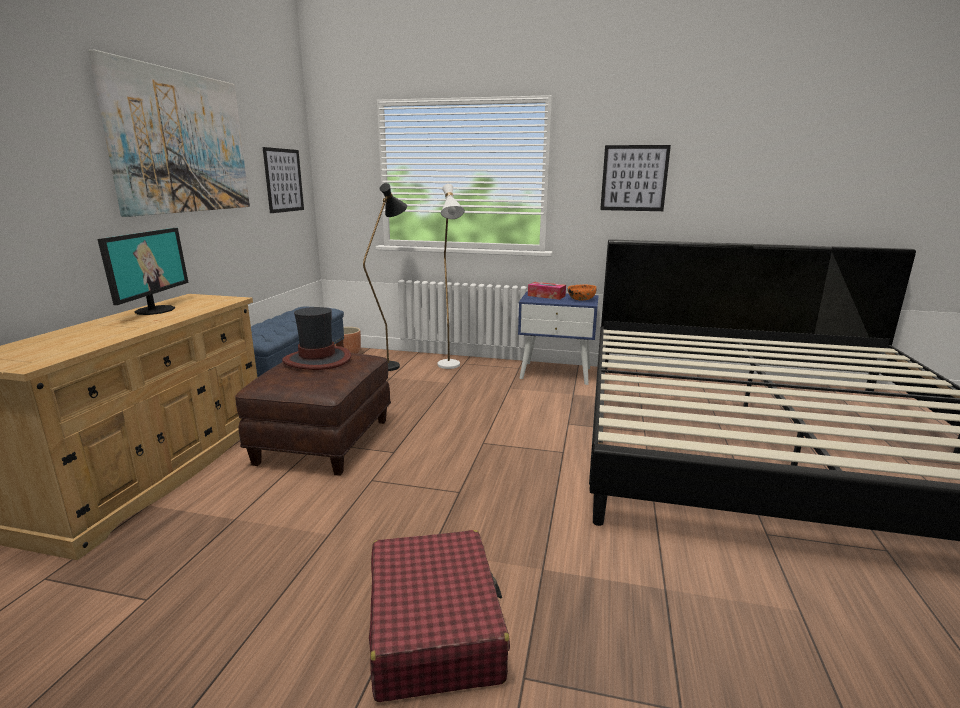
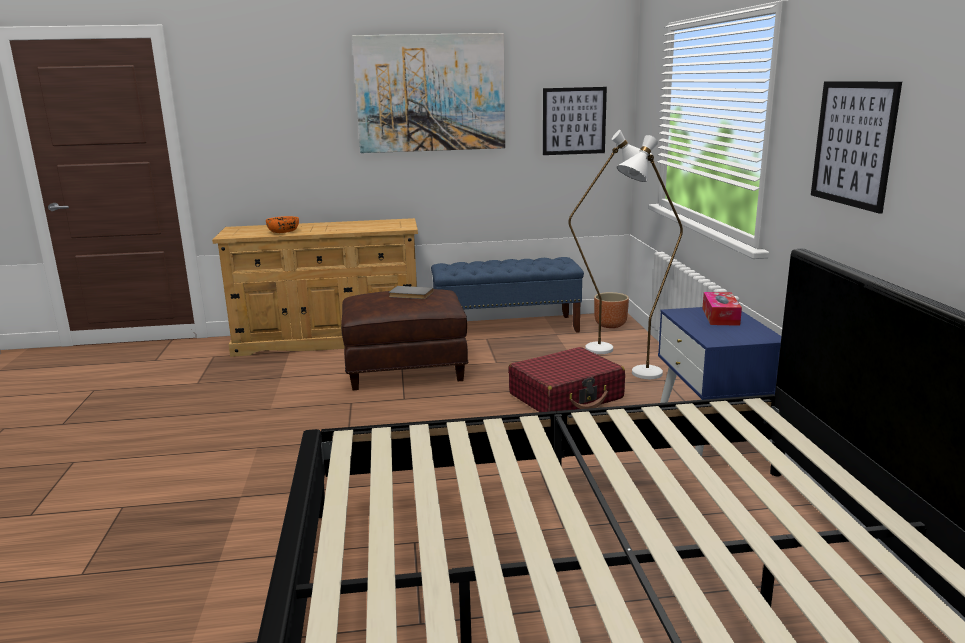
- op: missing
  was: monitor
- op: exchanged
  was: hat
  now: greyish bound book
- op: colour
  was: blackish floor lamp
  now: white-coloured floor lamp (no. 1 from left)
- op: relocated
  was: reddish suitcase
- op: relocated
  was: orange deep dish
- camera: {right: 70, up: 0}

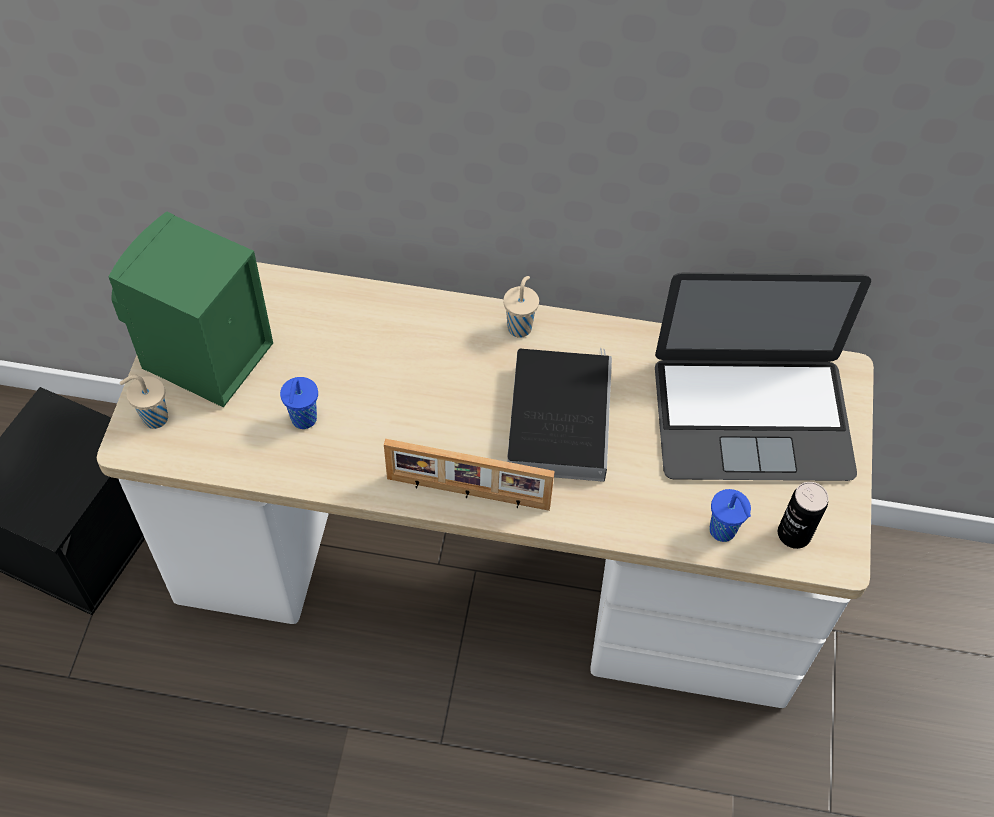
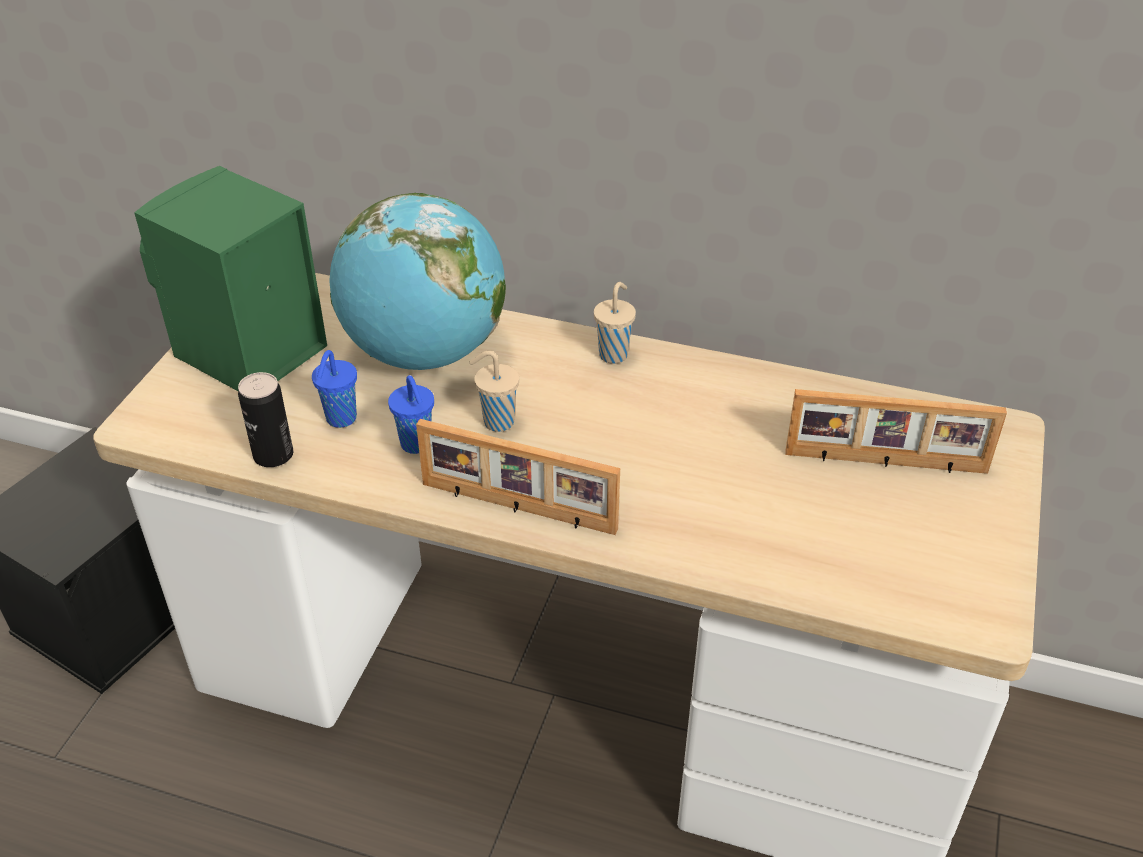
- op: relocated
  was: beige-coloured small cup (no. 1 from left)
- op: missing
  was: bound book
- op: exchanged
  was: notebook computer
  now: photo frame (no. 2 from left)
- op: relocated
  was: blue small cup (no. 2 from left)
- op: relocated
  was: can
- op: appeared
  now: world globe
- camera: {right: 10, up: -15}

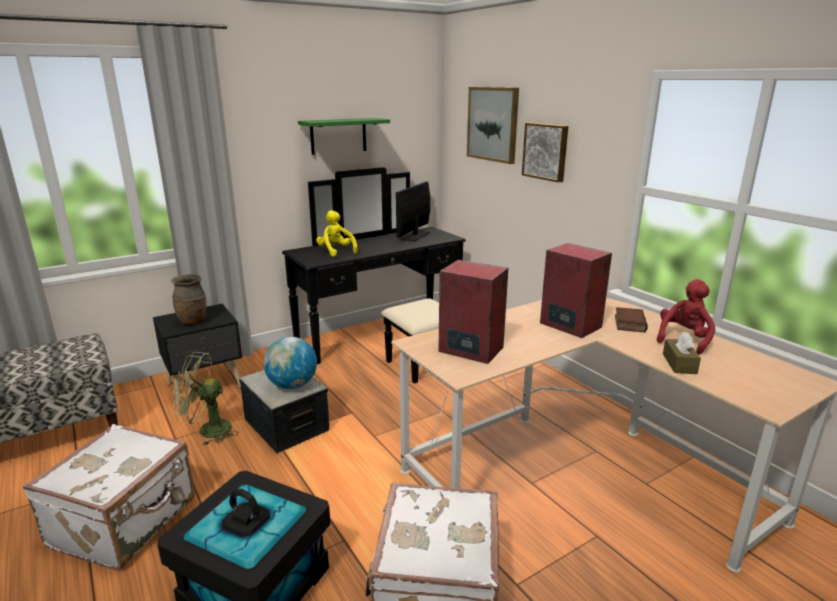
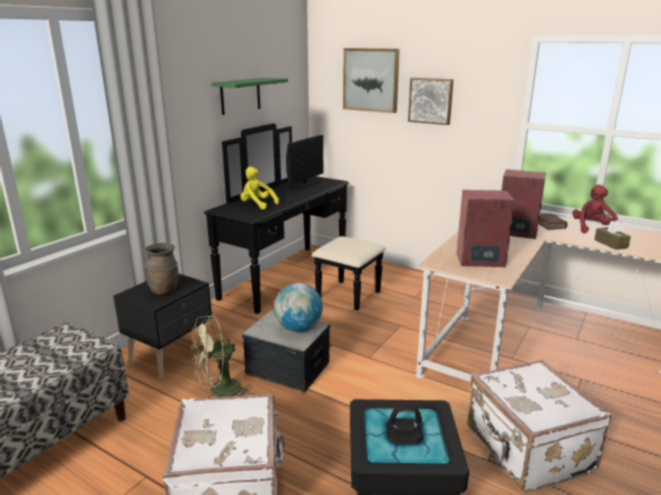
- op: spun
  was: monitor
  clockwise: -150
- camera: {right: -25, up: 0}

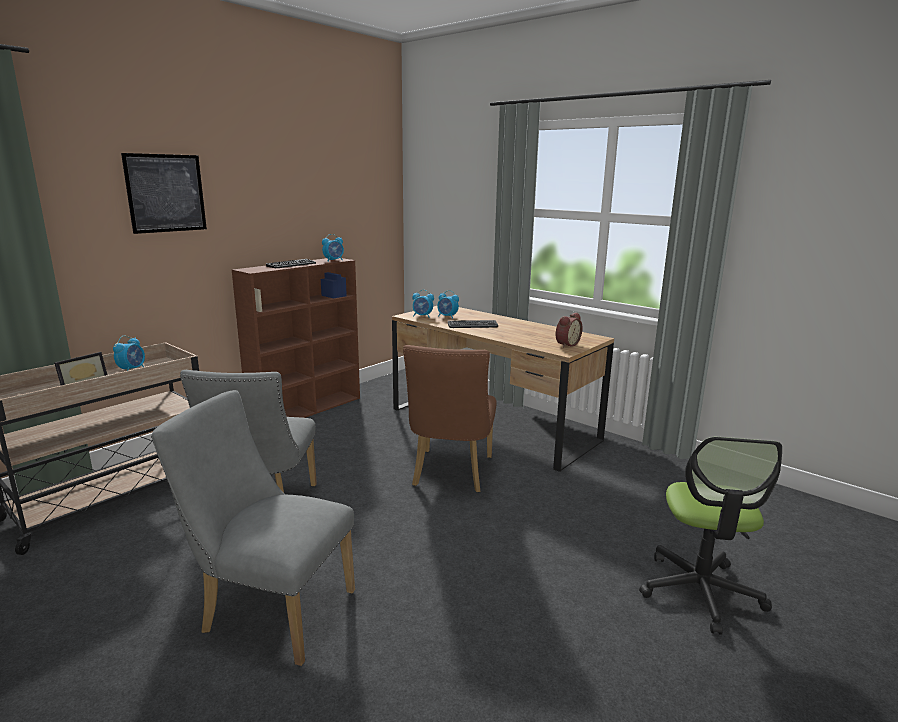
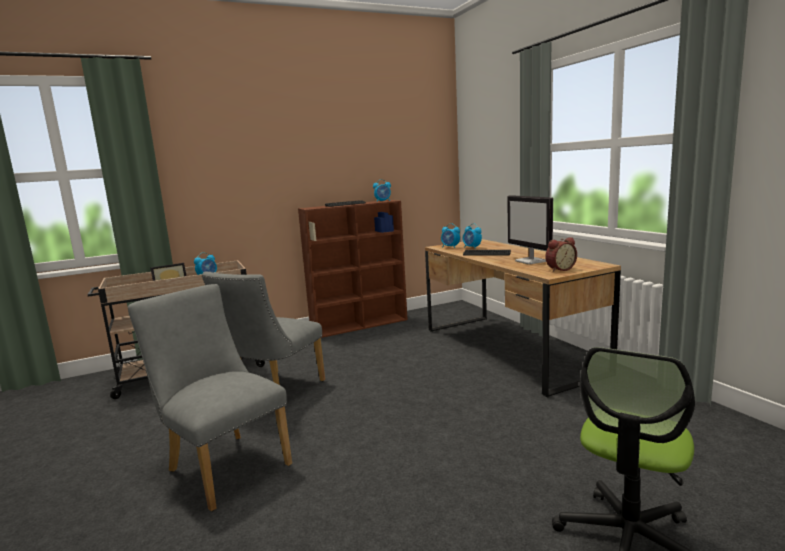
- op: missing
  was: picture
- op: missing
  was: brown-coloured plain chair
- op: appeared
  now: monitor
- camera: {right: 25, up: -5}

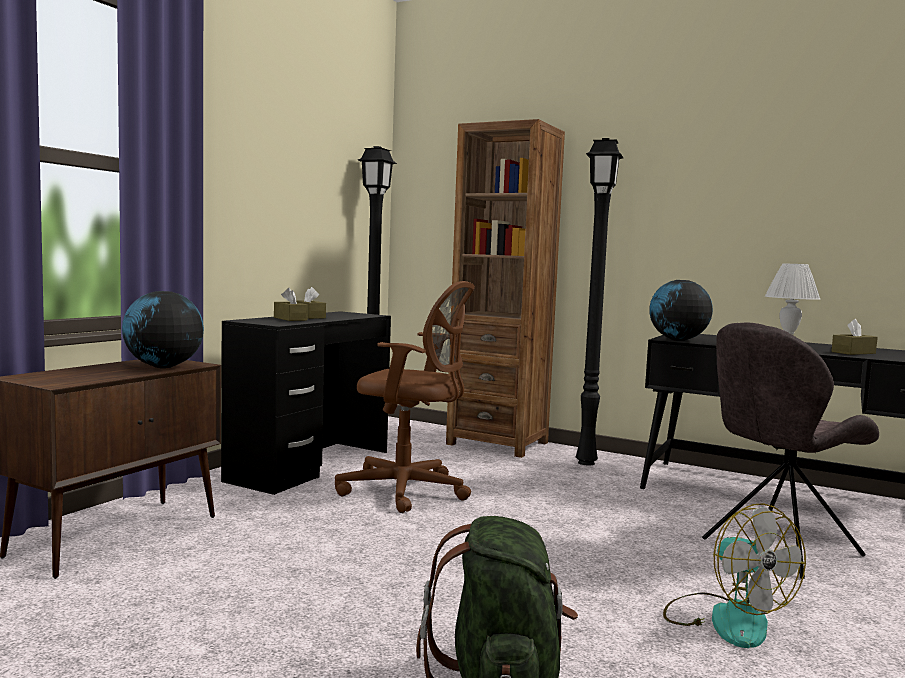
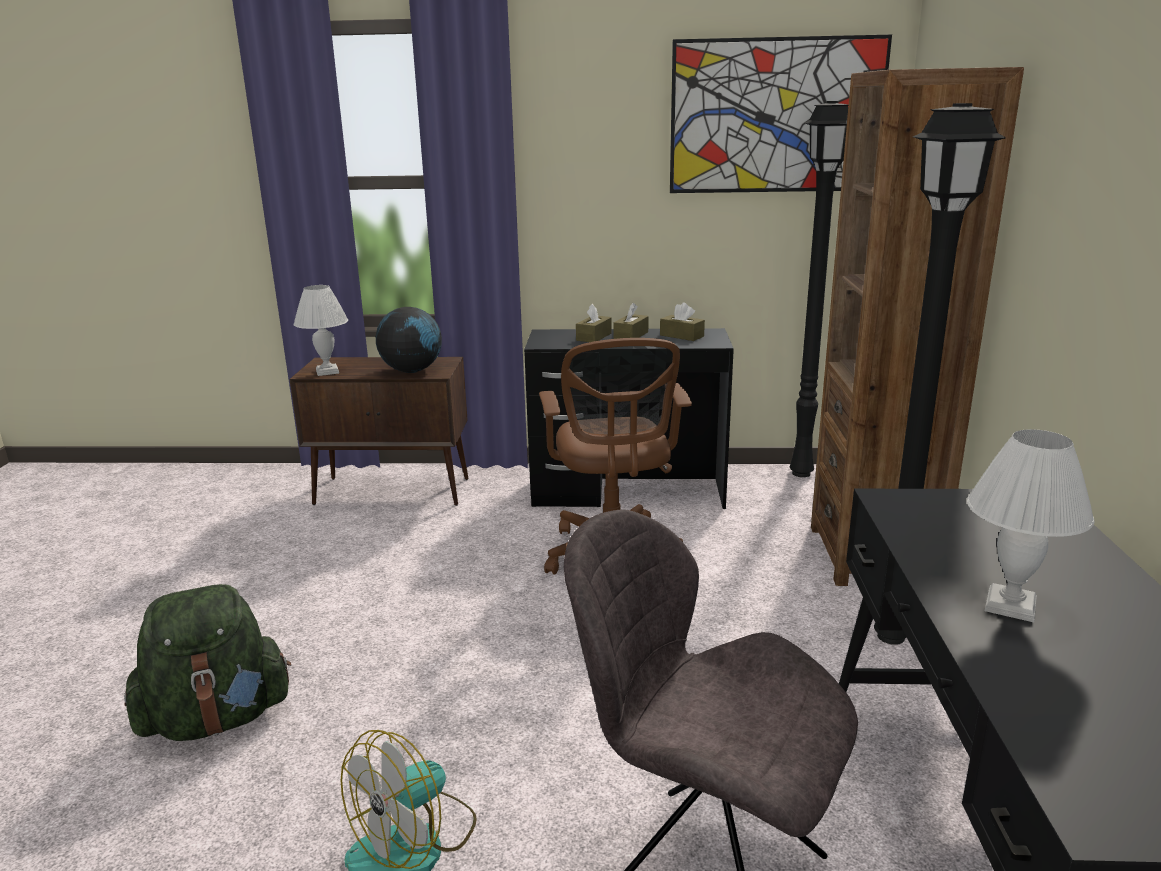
- op: missing
  was: world globe (no. 2 from left)
- op: relocated
  was: brown-coloured tissue box (no. 3 from left)
- op: appeared
  now: white-coloured tabletop lamp (no. 1 from left)
- op: appeared
  now: picture
- camera: {right: 65, up: 15}

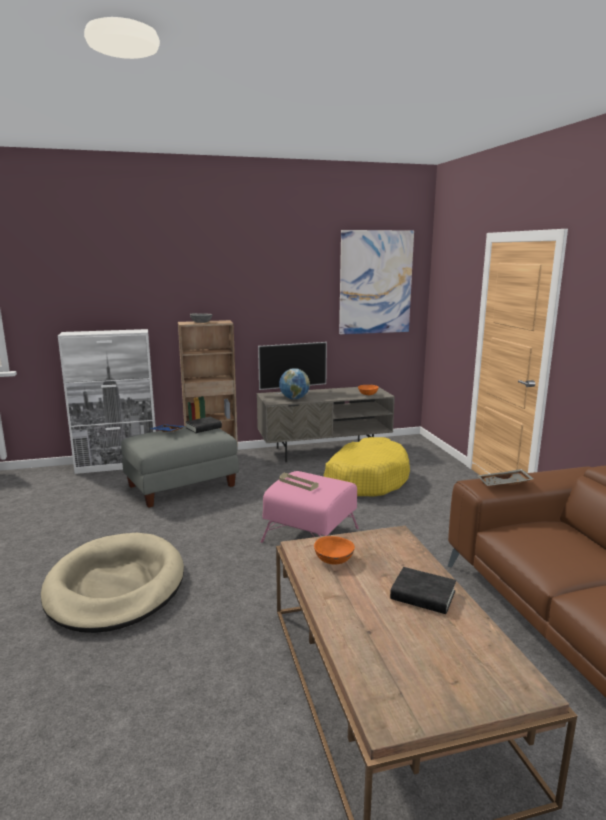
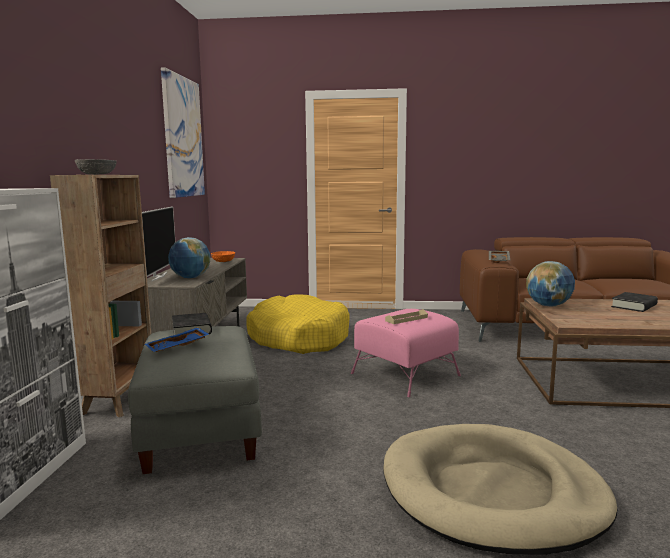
- op: missing
  was: orange deep dish (no. 1 from left)
- op: appeared
  now: world globe (no. 2 from left)
- camera: {right: -70, up: -5}

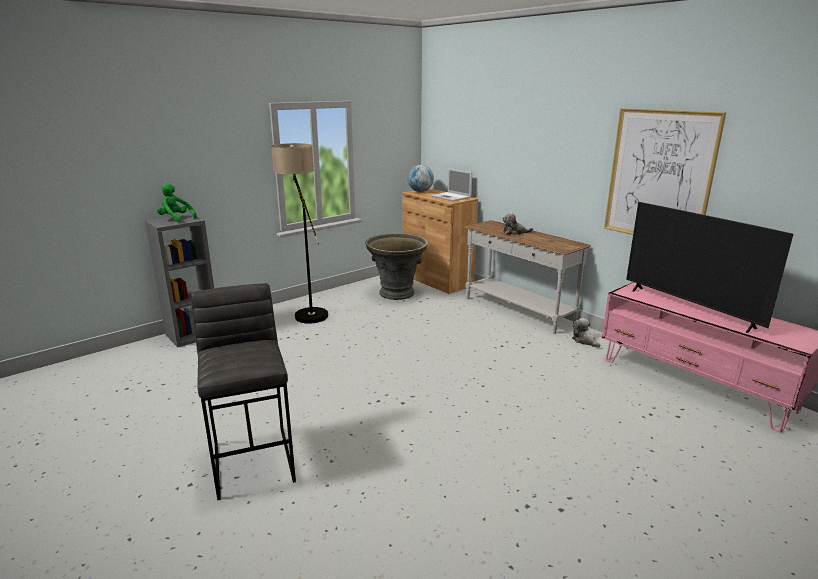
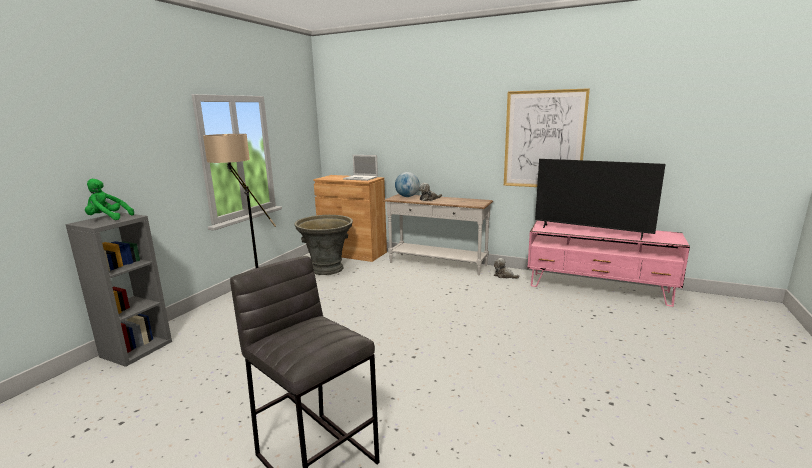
- op: relocated
  was: world globe
- camera: {right: -25, up: -5}

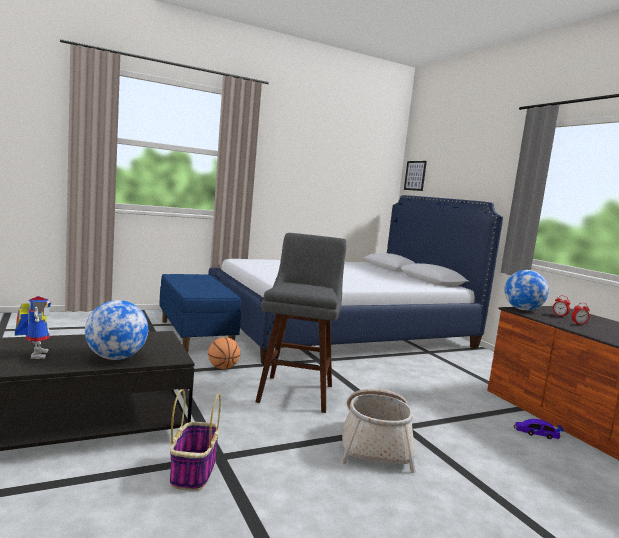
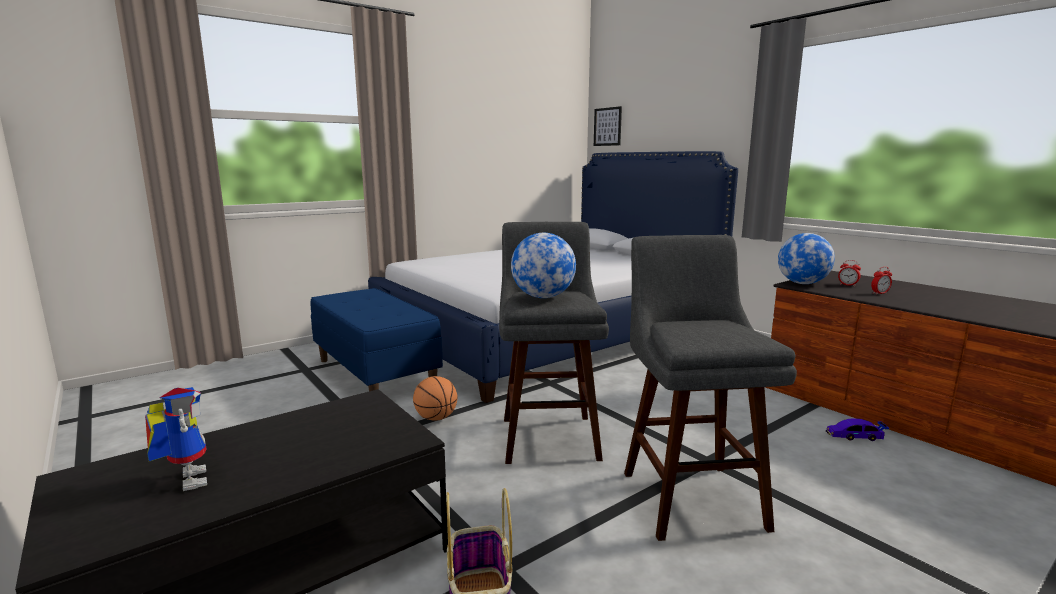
- op: relocated
  was: world globe (no. 1 from left)
- op: exchanged
  was: household basket (no. 2 from left)
  now: greyish stool (no. 2 from left)
- camera: {right: -10, up: 5}

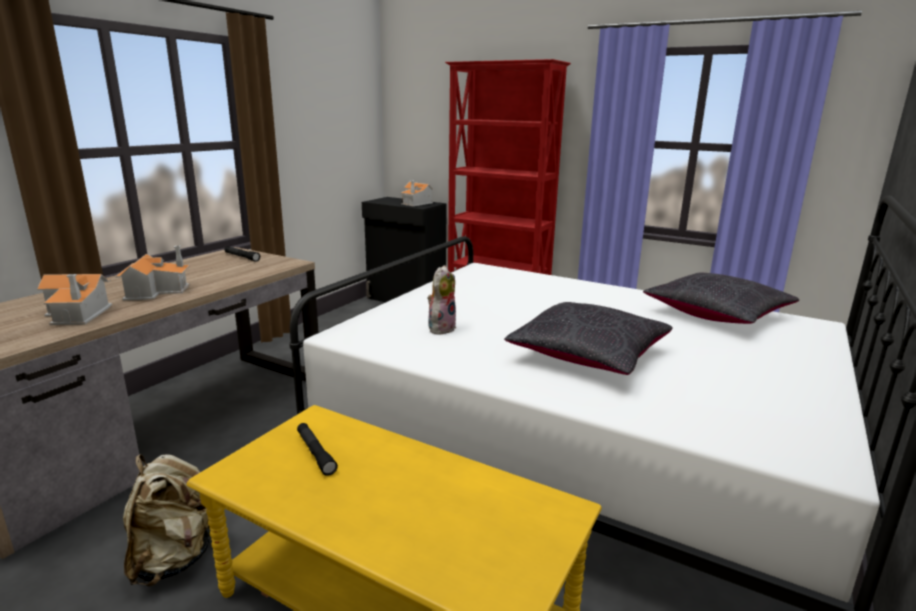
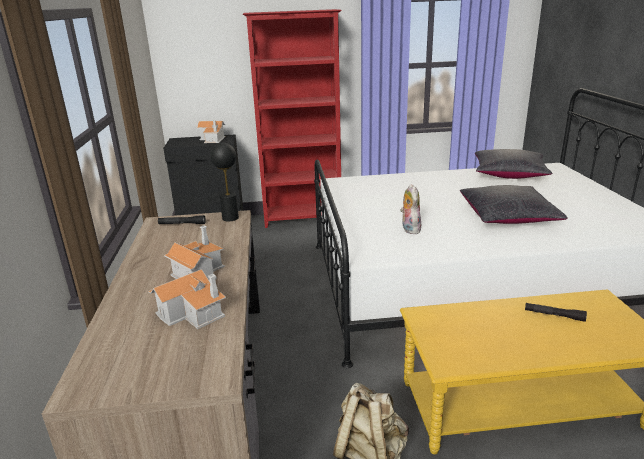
- op: relocated
  was: blackish hand torch (no. 2 from left)
- op: appeared
  now: blackish tabletop lamp
- camera: {right: -35, up: 5}

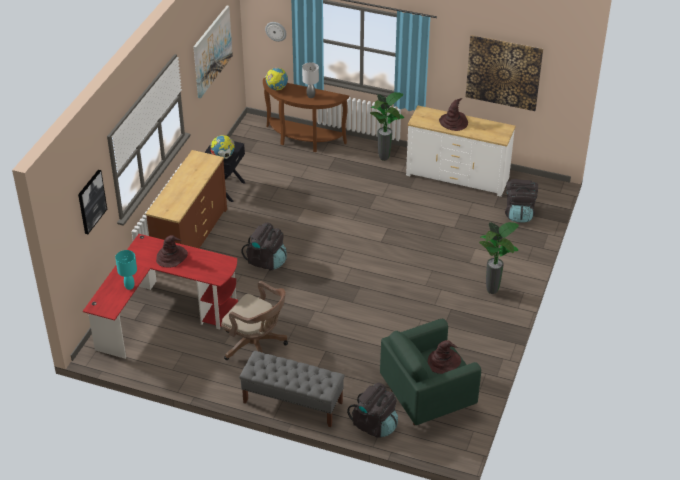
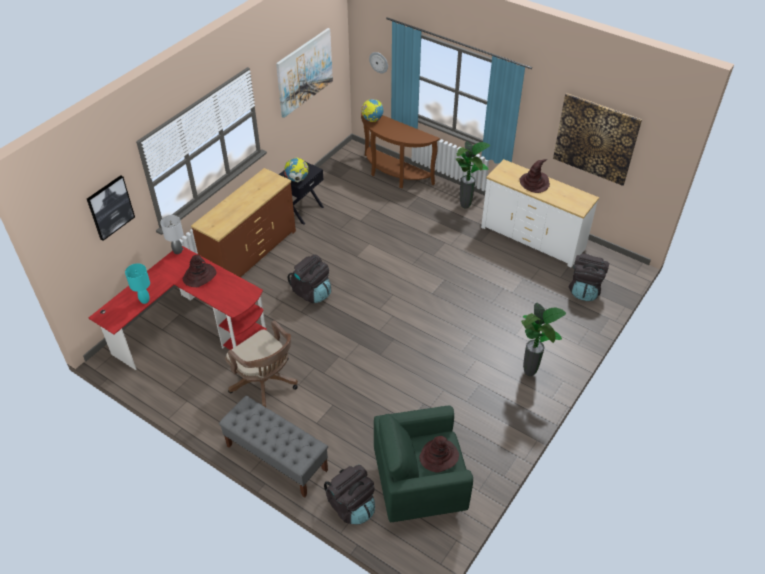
- op: relocated
  was: greyish tabletop lamp
- camera: {right: 15, up: 5}

